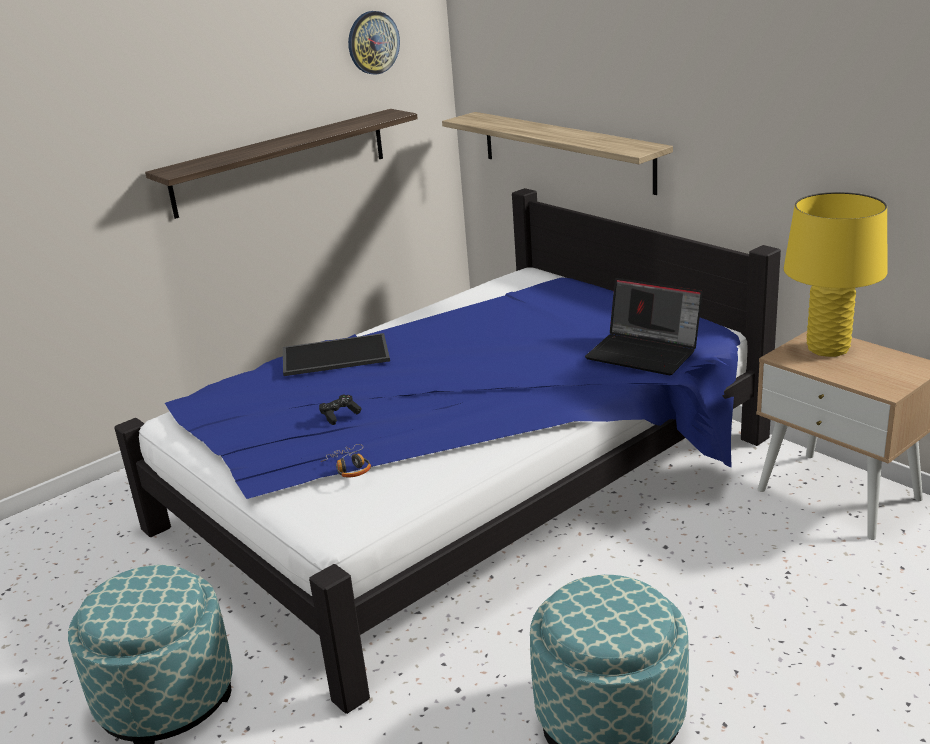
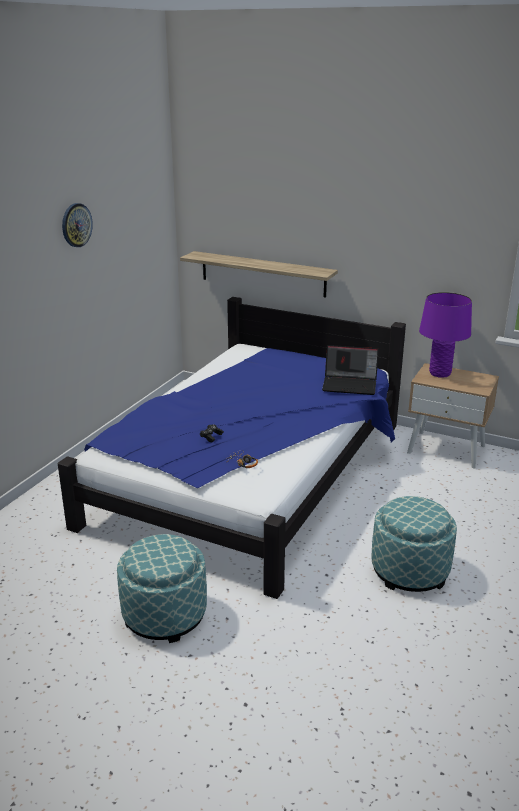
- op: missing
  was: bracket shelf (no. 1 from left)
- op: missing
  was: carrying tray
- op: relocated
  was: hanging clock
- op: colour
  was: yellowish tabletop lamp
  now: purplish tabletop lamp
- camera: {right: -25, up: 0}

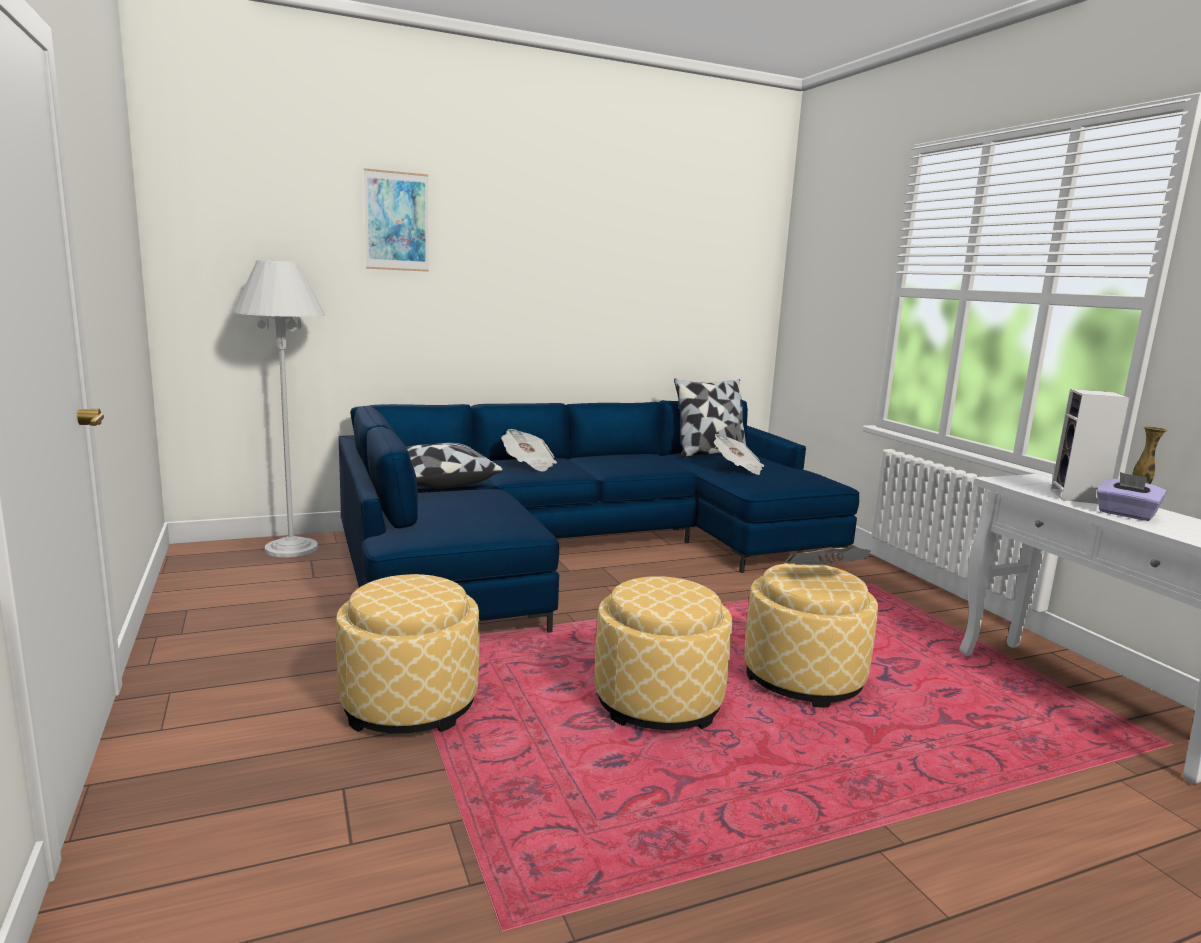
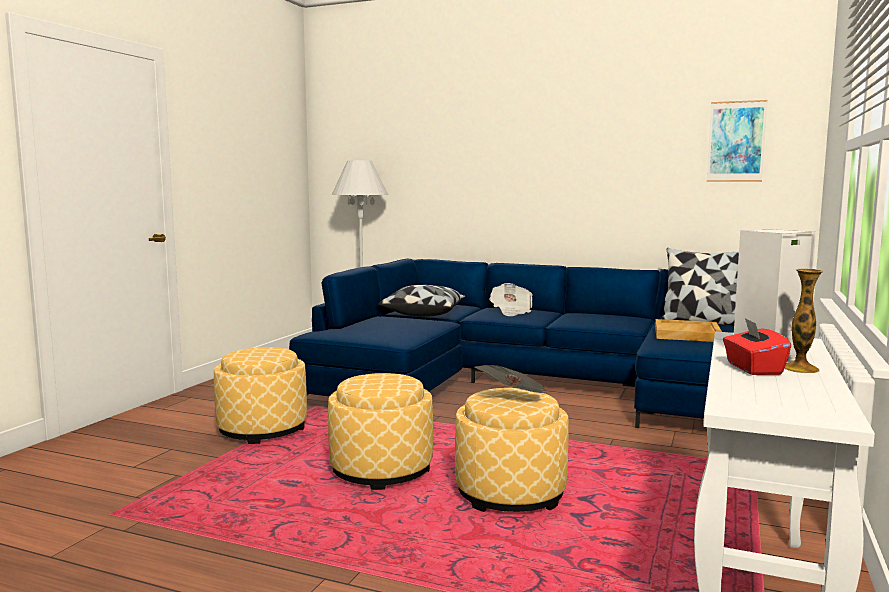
- op: relocated
  was: picture
- op: exchanged
  was: daily paper (no. 2 from left)
  now: beige-coloured carrying tray
- op: colour
  was: purplish tissue box
  now: reddish tissue box
- camera: {right: 45, up: -5}

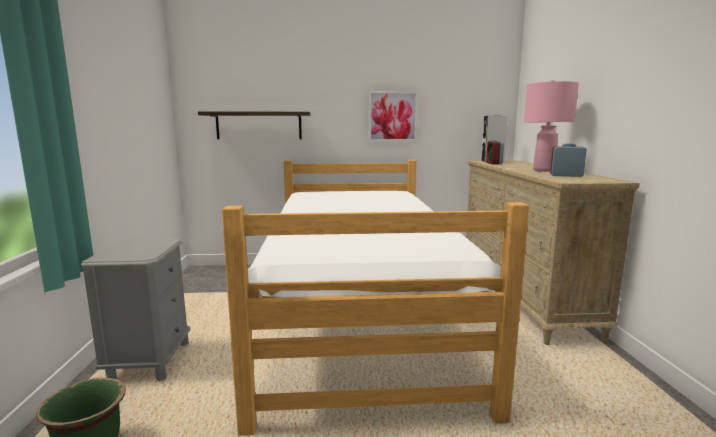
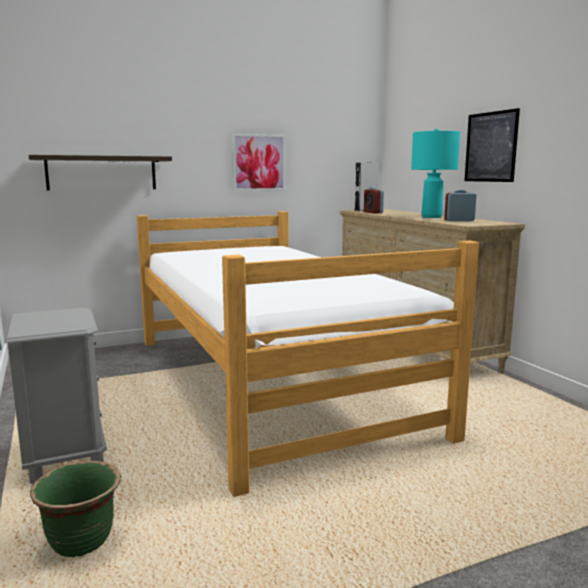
- op: colour
  was: pink-coloured tabletop lamp
  now: blue-green tabletop lamp
- op: appeared
  now: picture (no. 2 from left)
- camera: {right: -20, up: 0}

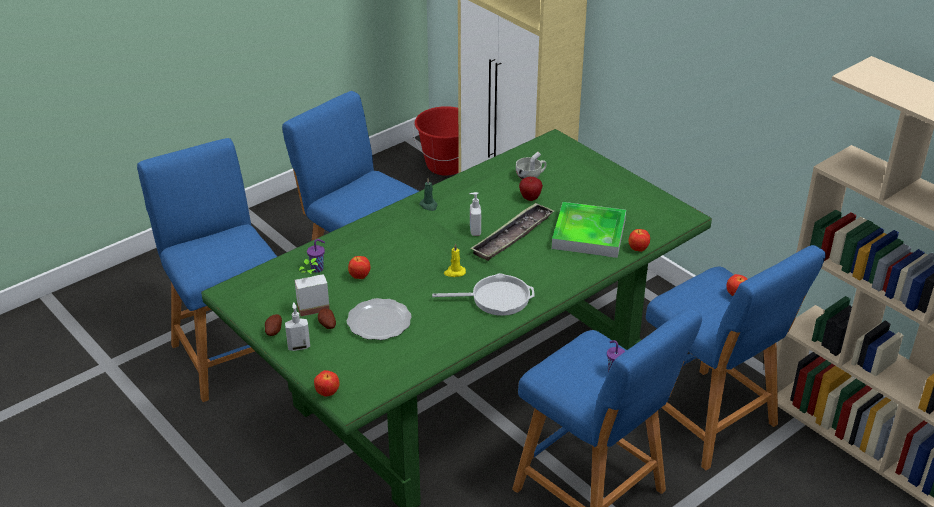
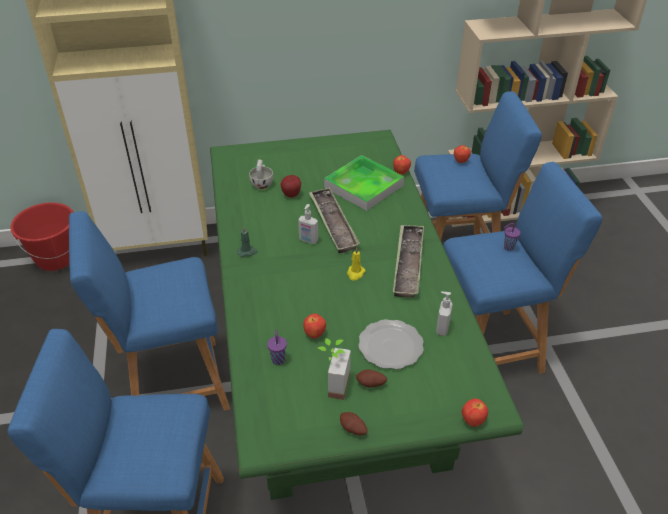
- op: relocated
  was: liquid soap bottle (no. 1 from left in the first image)
  now: liquid soap bottle (no. 2 from left)
- op: exchanged
  was: skillet
  now: carrying tray (no. 3 from left)
- camera: {right: -60, up: 5}

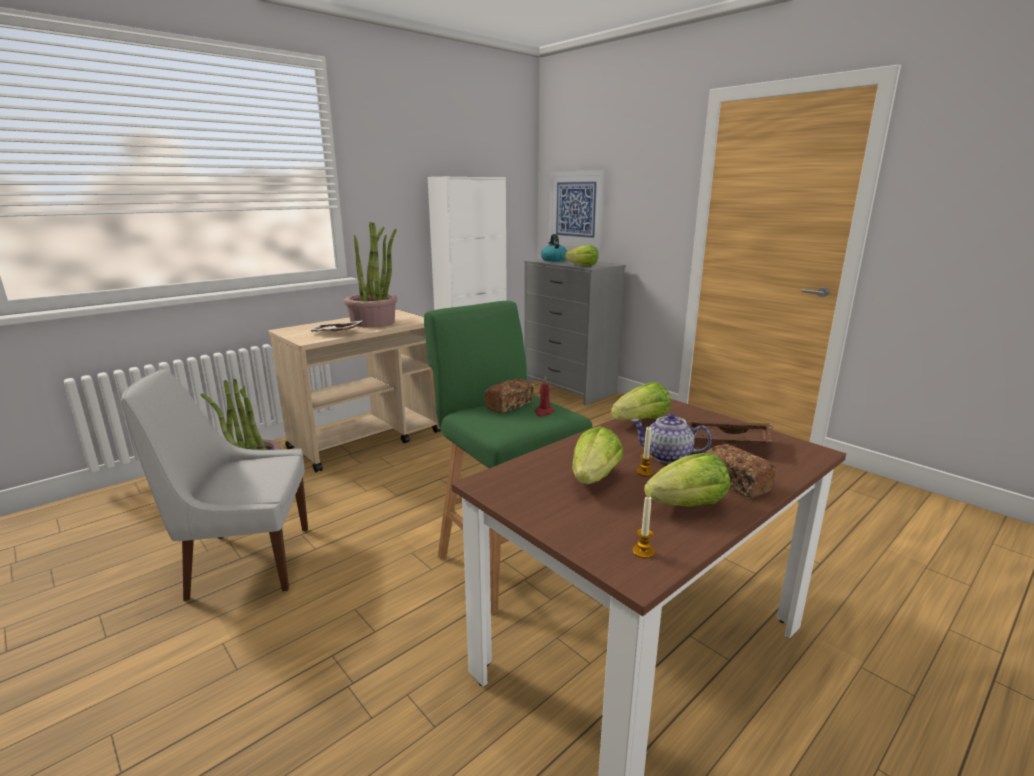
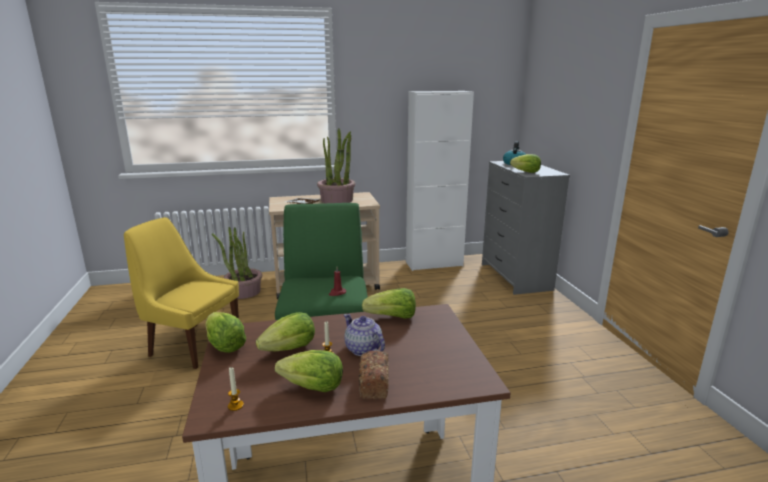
- op: colour
  was: white-coloured plain chair
  now: yellowish plain chair
- op: missing
  was: baked bread (no. 1 from left)
- op: missing
  was: picture
- op: missing
  was: brown-coloured carrying tray
- op: appeared
  now: lettuce (no. 1 from left)
- camera: {right: 30, up: 0}

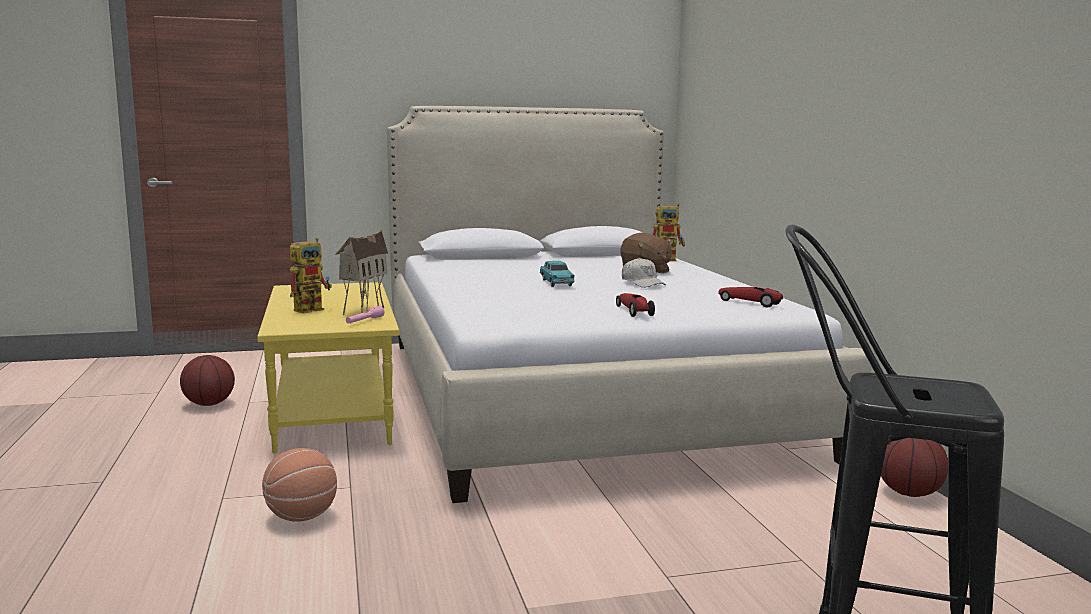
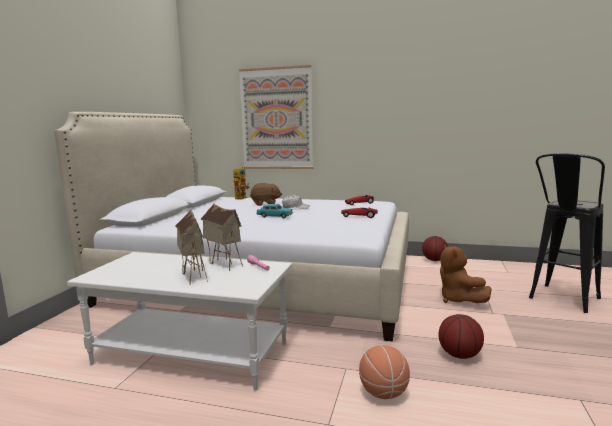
- op: relocated
  was: basketball (no. 1 from left in the first image)
  now: basketball (no. 3 from left)
- op: colour
  was: yellowish lounge table
  now: white-coloured lounge table
- op: exchanged
  was: toy robot (no. 1 from left)
  now: toy house (no. 1 from left)
- op: appeared
  now: picture
- op: appeared
  now: brown-coloured plush toy (no. 2 from left)
- camera: {right: -60, up: 0}

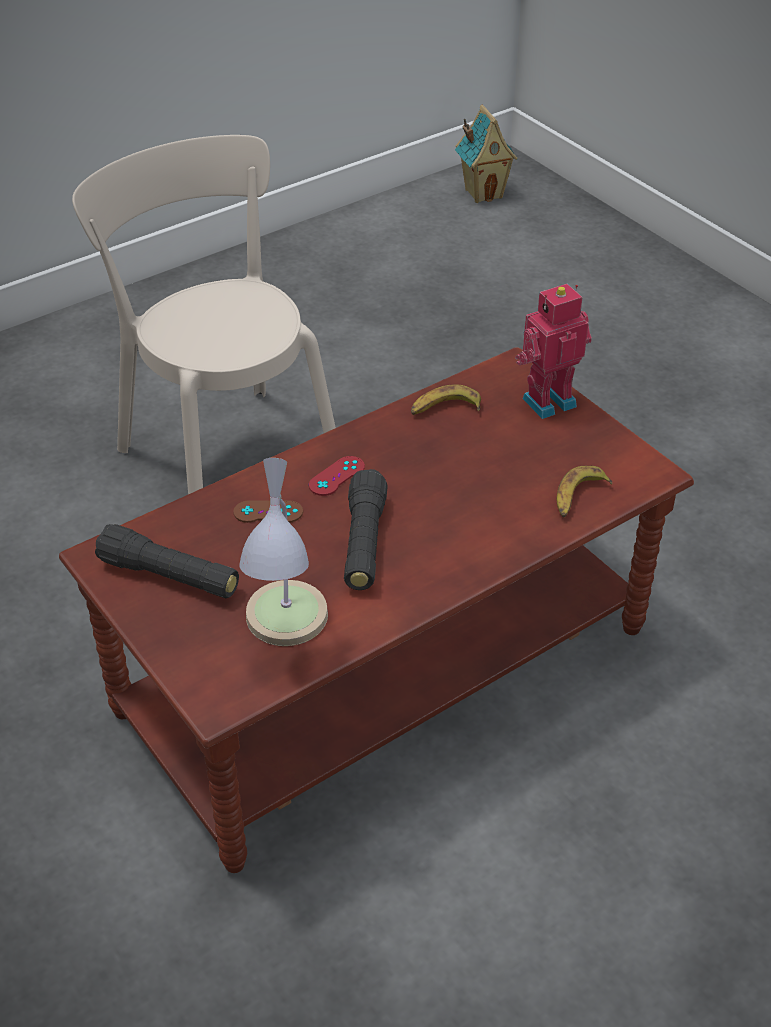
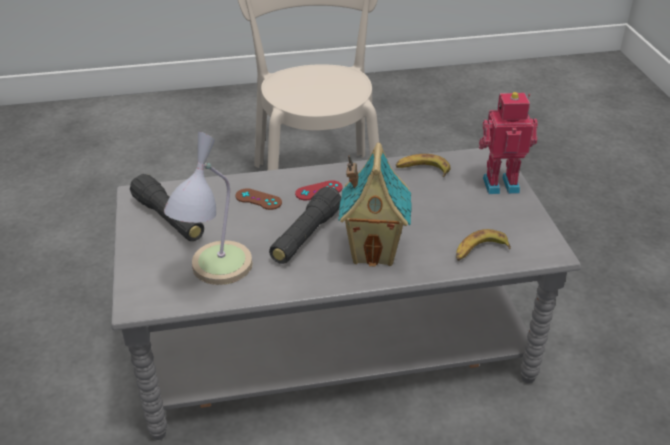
- op: colour
  was: brown-coloured lounge table
  now: greyish lounge table
- op: relocated
  was: toy house
- camera: {right: 25, up: -5}

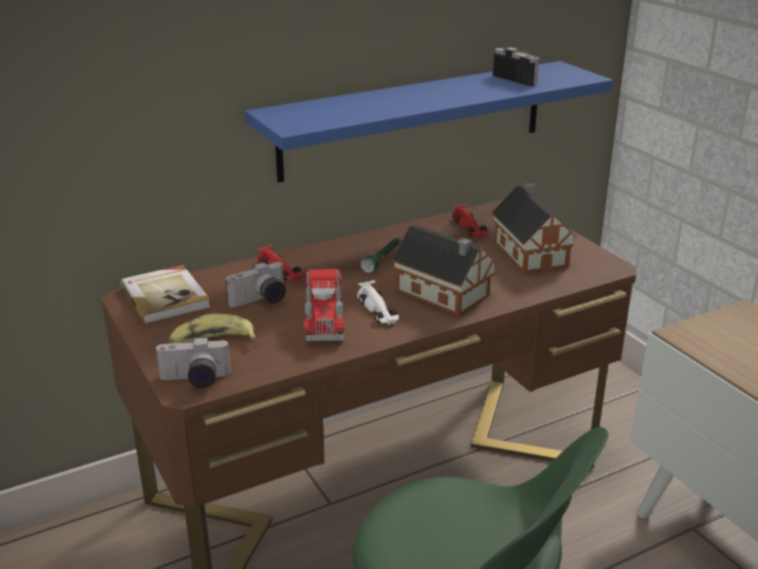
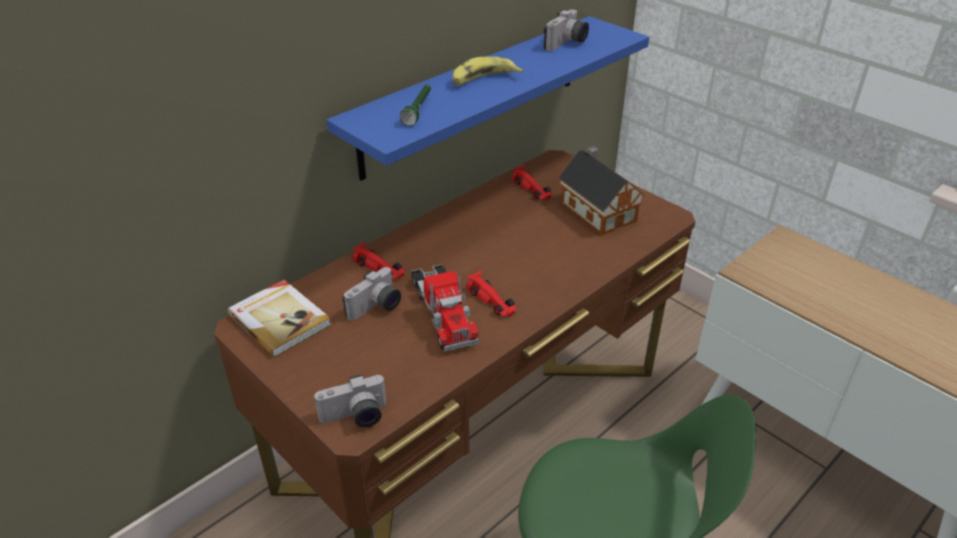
- op: relocated
  was: banana fruit
- op: colour
  was: white-coloured miniature car
  now: reddish miniature car (no. 2 from left)
- op: relocated
  was: green-coloured hand torch
- op: missing
  was: toy house (no. 1 from left)
- op: spun
  was: photo camera (no. 3 from left)
  clockwise: 90
- camera: {right: -15, up: 10}

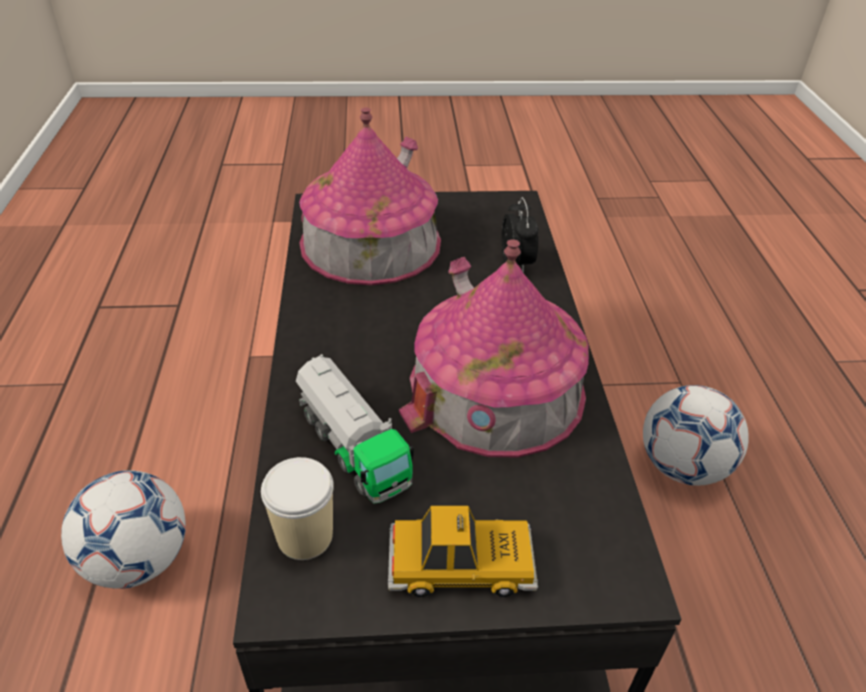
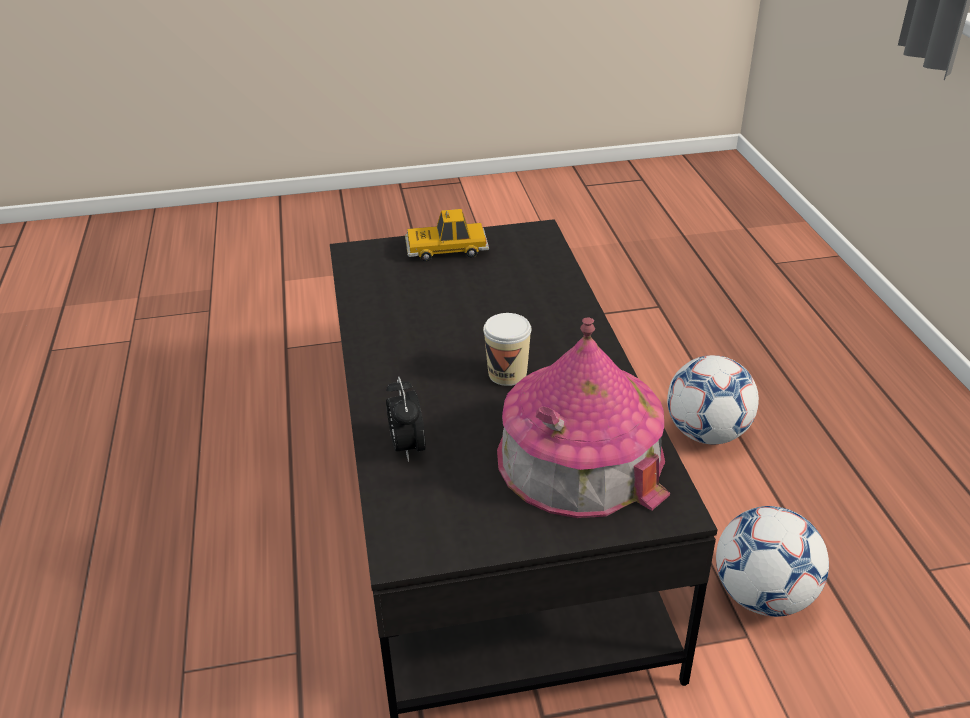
- op: relocated
  was: small cup
- op: missing
  was: toy lorry
- op: missing
  was: toy house (no. 2 from left)
- op: relocated
  was: ball for football (no. 2 from left)
- camera: {right: 175, up: -5}

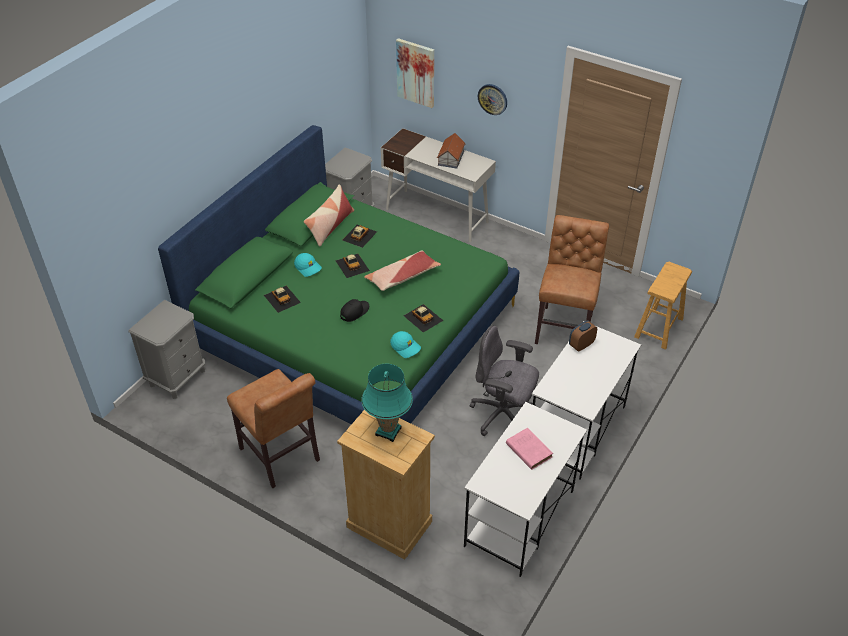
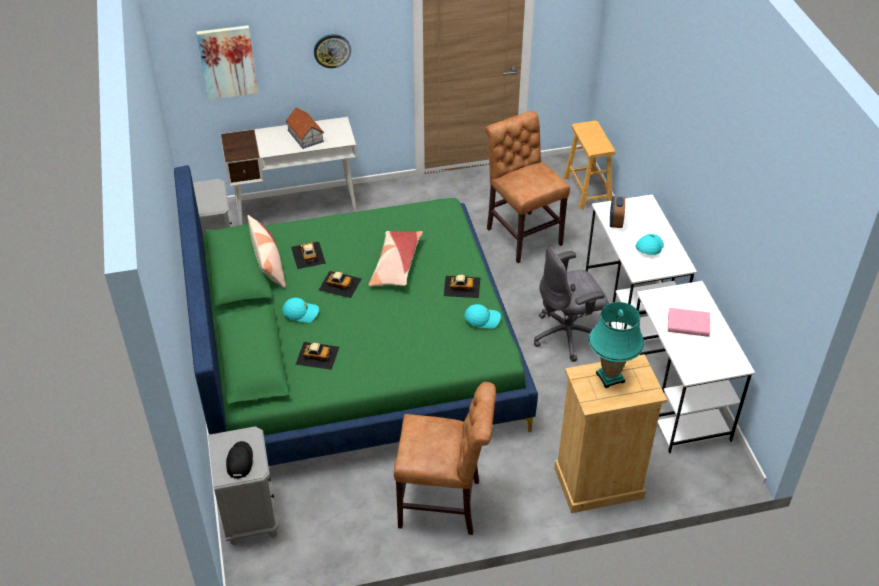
- op: relocated
  was: blackish baseball cap
- op: appeared
  now: blue-green baseball cap (no. 3 from left)
- camera: {right: -45, up: 0}

